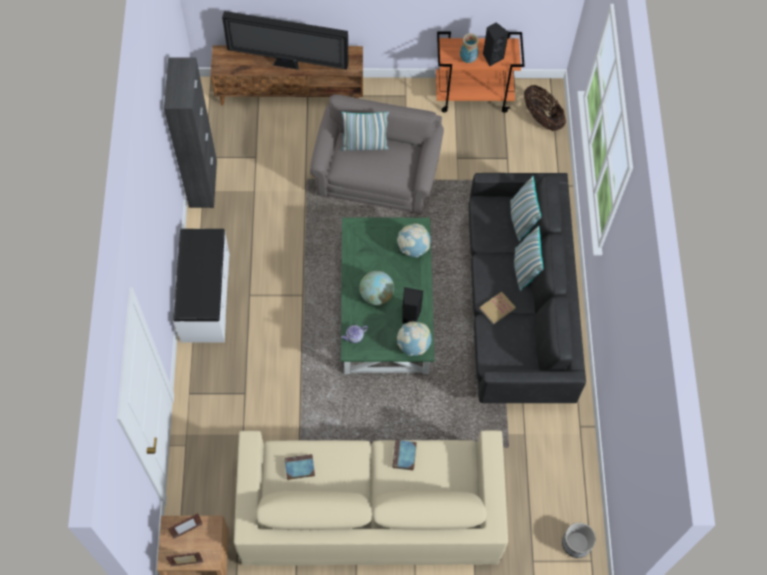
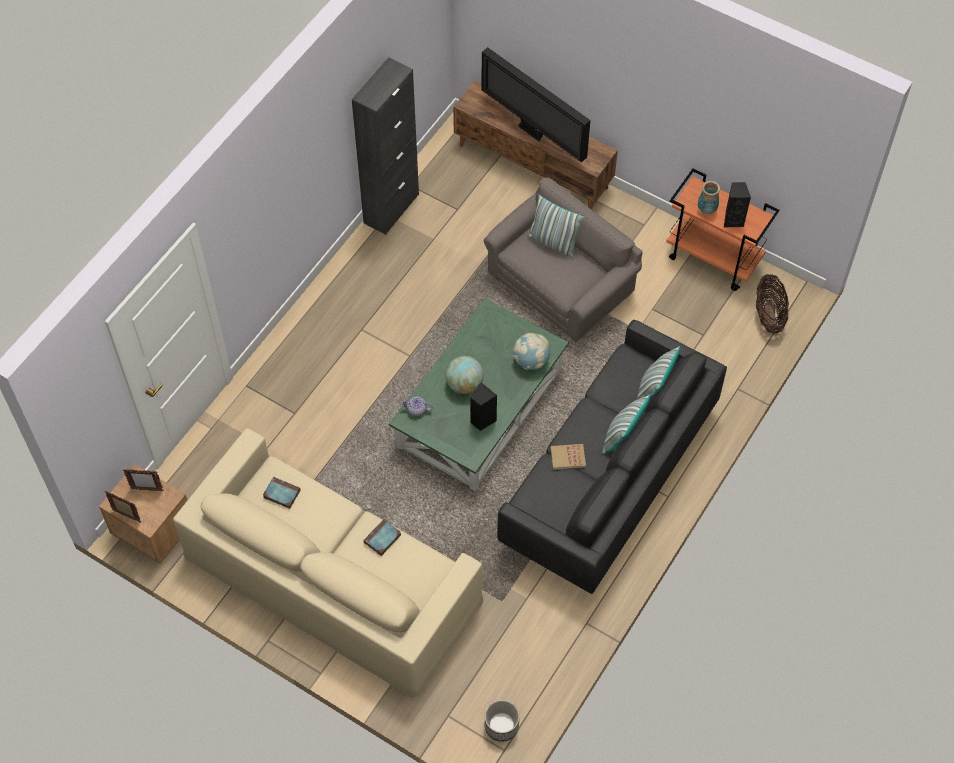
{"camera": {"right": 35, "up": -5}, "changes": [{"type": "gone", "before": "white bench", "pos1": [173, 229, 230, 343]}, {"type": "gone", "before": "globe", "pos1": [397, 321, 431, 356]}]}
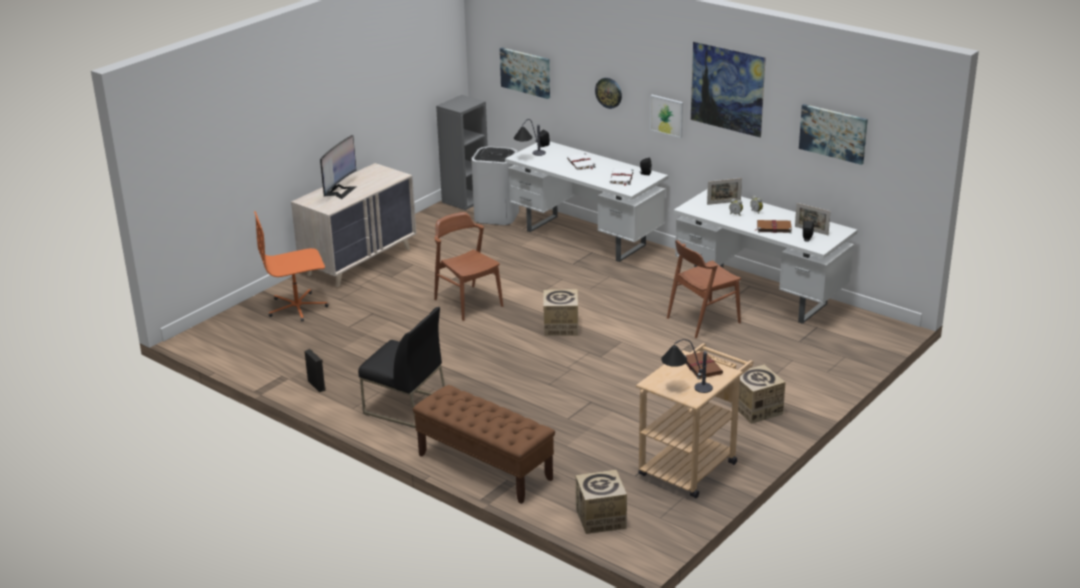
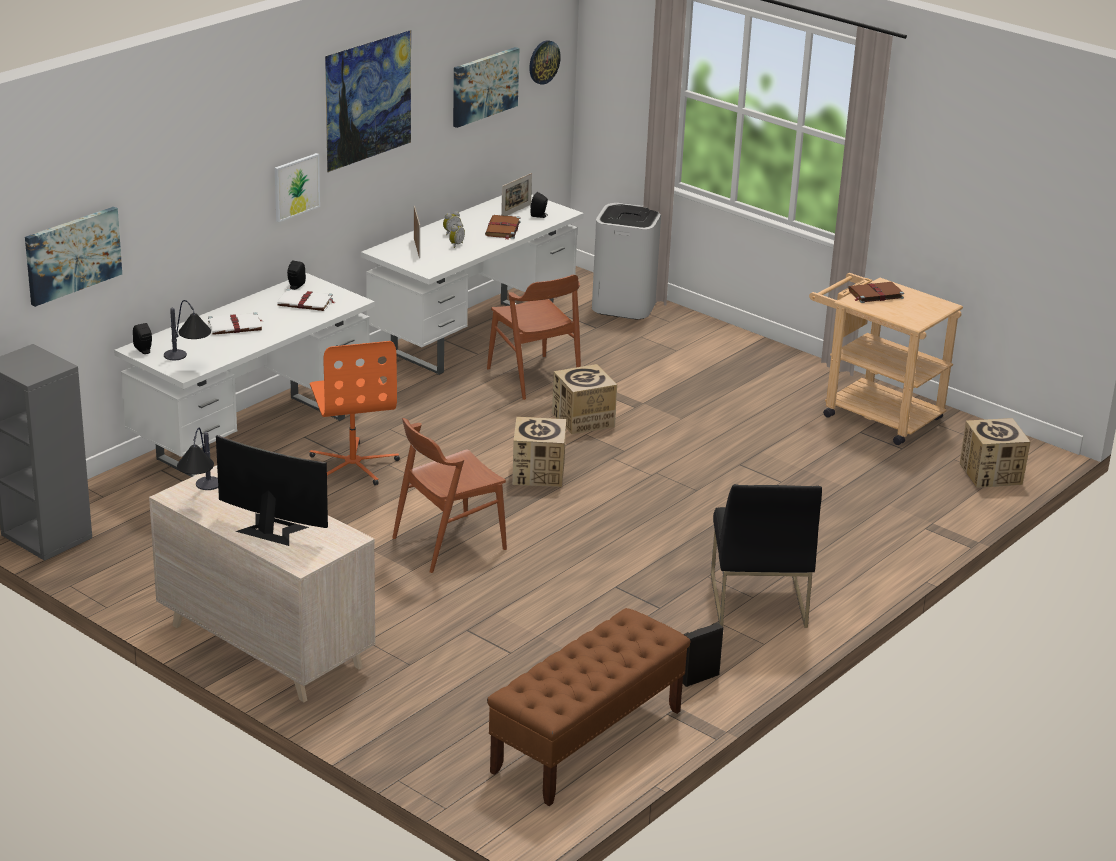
{"camera": {"right": -90, "up": 0}, "changes": [{"type": "shifted", "before": "orange office chair", "pos1": [254, 211, 329, 321], "pos2": [309, 341, 400, 485]}, {"type": "rotated", "before": "black chair", "pos1": [358, 307, 445, 428], "pos2": [711, 484, 822, 628], "turn": 150}, {"type": "shifted", "before": "brown bench", "pos1": [413, 385, 555, 504], "pos2": [487, 608, 690, 806]}, {"type": "shifted", "before": "white trash can", "pos1": [471, 146, 519, 225], "pos2": [592, 203, 661, 319]}, {"type": "shifted", "before": "wall clock", "pos1": [595, 78, 622, 109], "pos2": [529, 40, 561, 85]}, {"type": "shifted", "before": "table lamp", "pos1": [661, 339, 713, 393], "pos2": [177, 428, 218, 490]}, {"type": "shifted", "before": "cardboard box", "pos1": [738, 365, 786, 424], "pos2": [552, 364, 617, 434]}]}
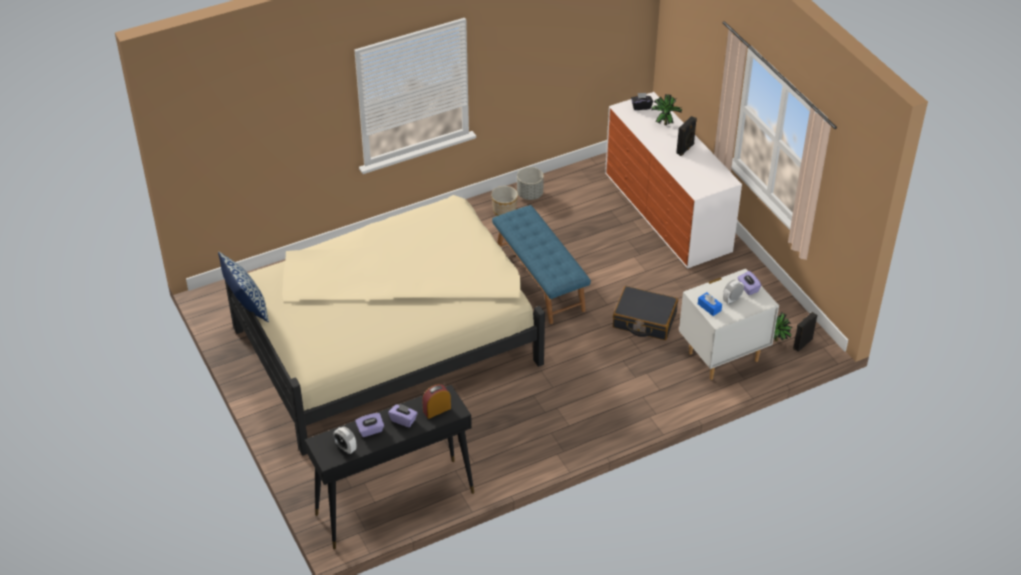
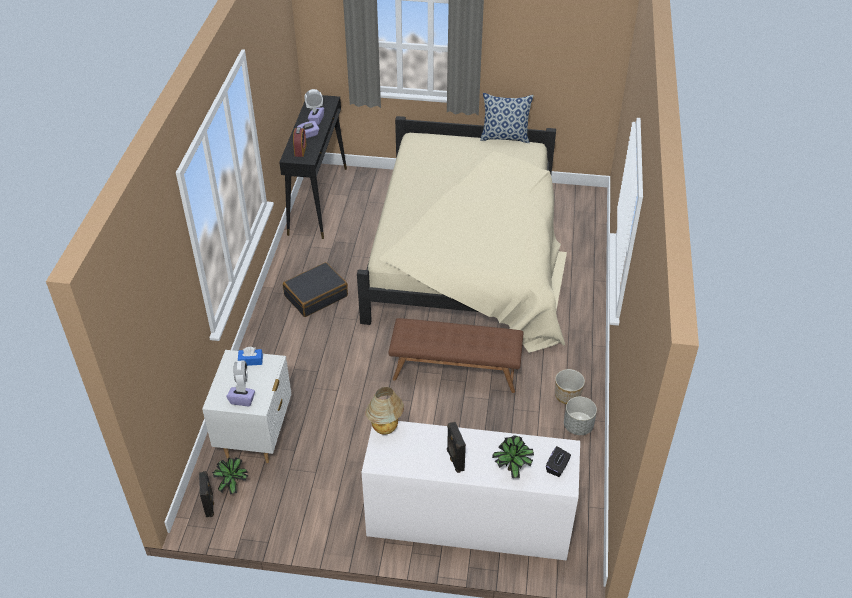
{"camera": {"right": 125, "up": 0}, "changes": [{"type": "repainted", "before": "blue bench", "after": "brown bench", "pos1": [492, 205, 591, 324], "pos2": [388, 318, 523, 393]}, {"type": "shifted", "before": "black suitcase", "pos1": [613, 286, 678, 340], "pos2": [283, 262, 348, 317]}, {"type": "new", "after": "table lamp", "pos2": [366, 387, 404, 434]}]}
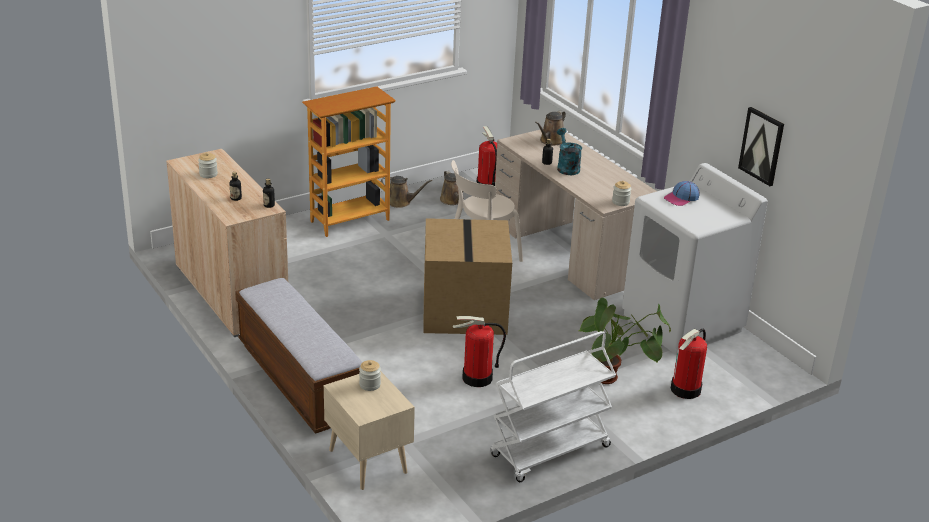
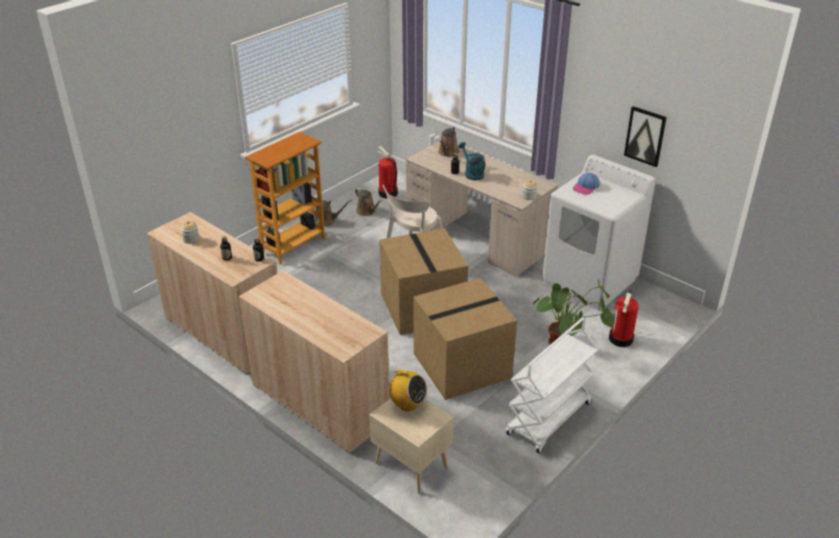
{"camera": {"right": -15, "up": 5}, "changes": [{"type": "swapped", "before": "bench", "after": "beige cabinet", "pos1": [235, 278, 363, 434], "pos2": [239, 271, 390, 454]}, {"type": "swapped", "before": "jar", "after": "radio", "pos1": [359, 360, 381, 391], "pos2": [385, 370, 427, 411]}, {"type": "swapped", "before": "fire extinguisher", "after": "cardboard box", "pos1": [453, 316, 506, 387], "pos2": [413, 278, 517, 400]}]}
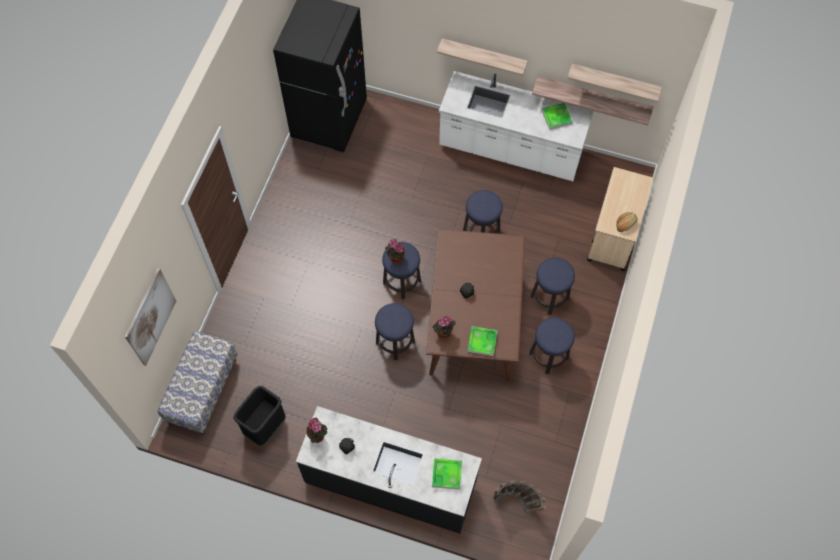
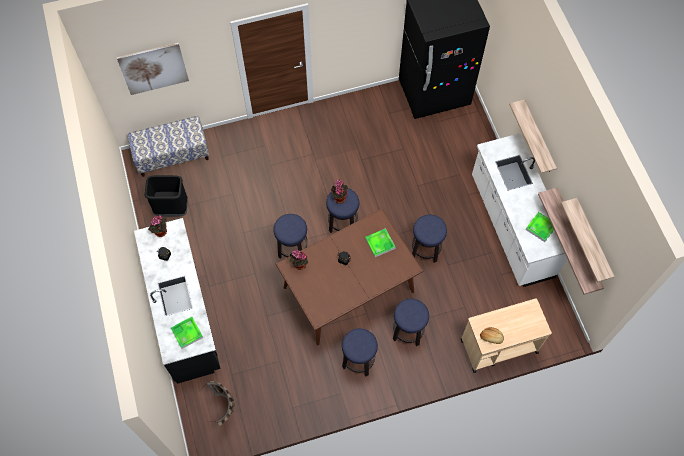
{"camera": {"right": 55, "up": 0}, "changes": [{"type": "shifted", "before": "tray", "pos1": [468, 326, 498, 356], "pos2": [365, 228, 395, 257]}]}
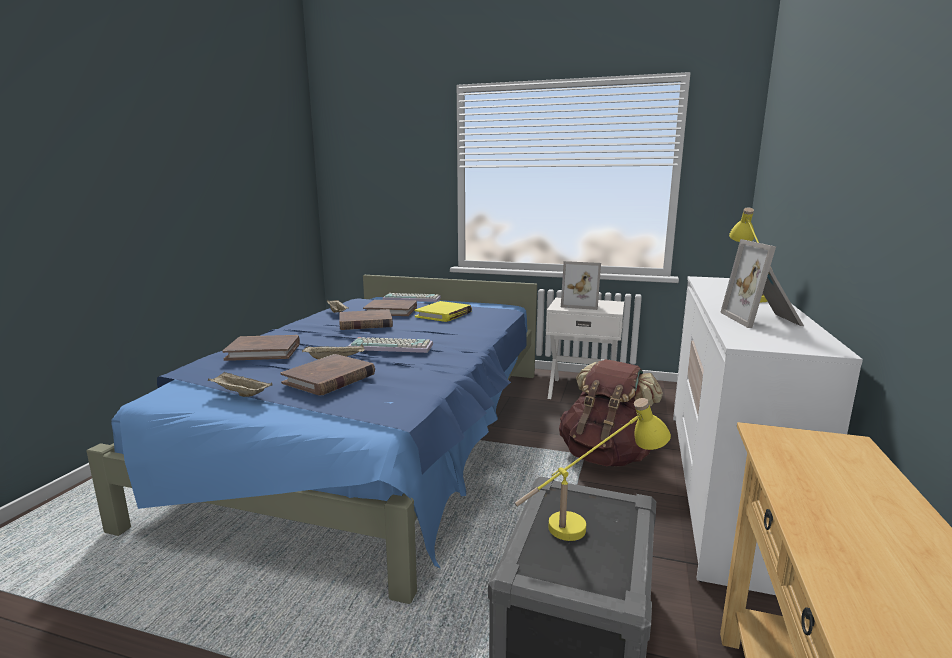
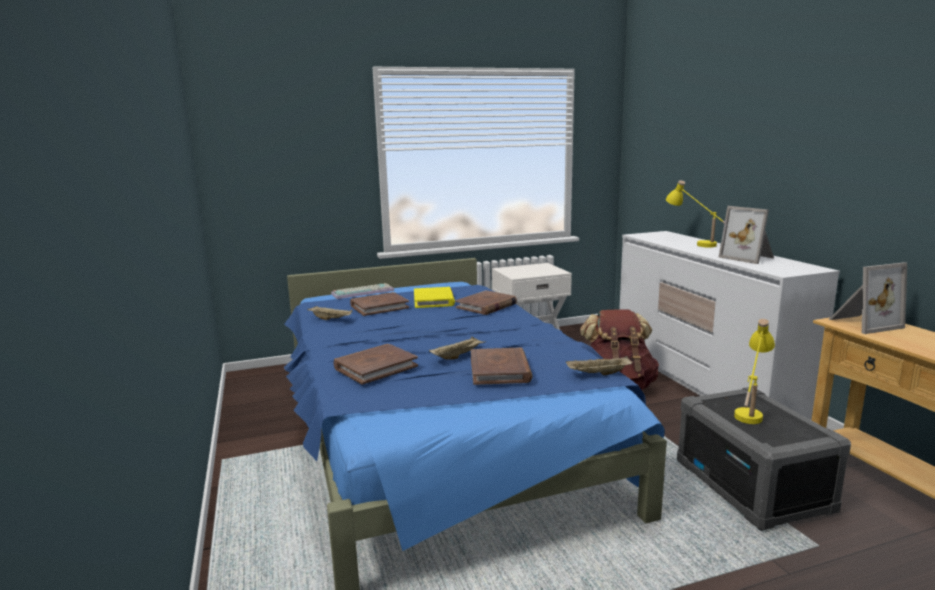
{"camera": {"right": -35, "up": 0}, "changes": [{"type": "shifted", "before": "beige tray", "pos1": [208, 372, 273, 397], "pos2": [566, 356, 633, 375]}, {"type": "shifted", "before": "brown book", "pos1": [339, 309, 393, 330], "pos2": [455, 290, 517, 315]}, {"type": "gone", "before": "keyboard", "pos1": [349, 337, 433, 353]}, {"type": "shifted", "before": "picture frame", "pos1": [561, 261, 601, 310], "pos2": [828, 262, 907, 334]}]}
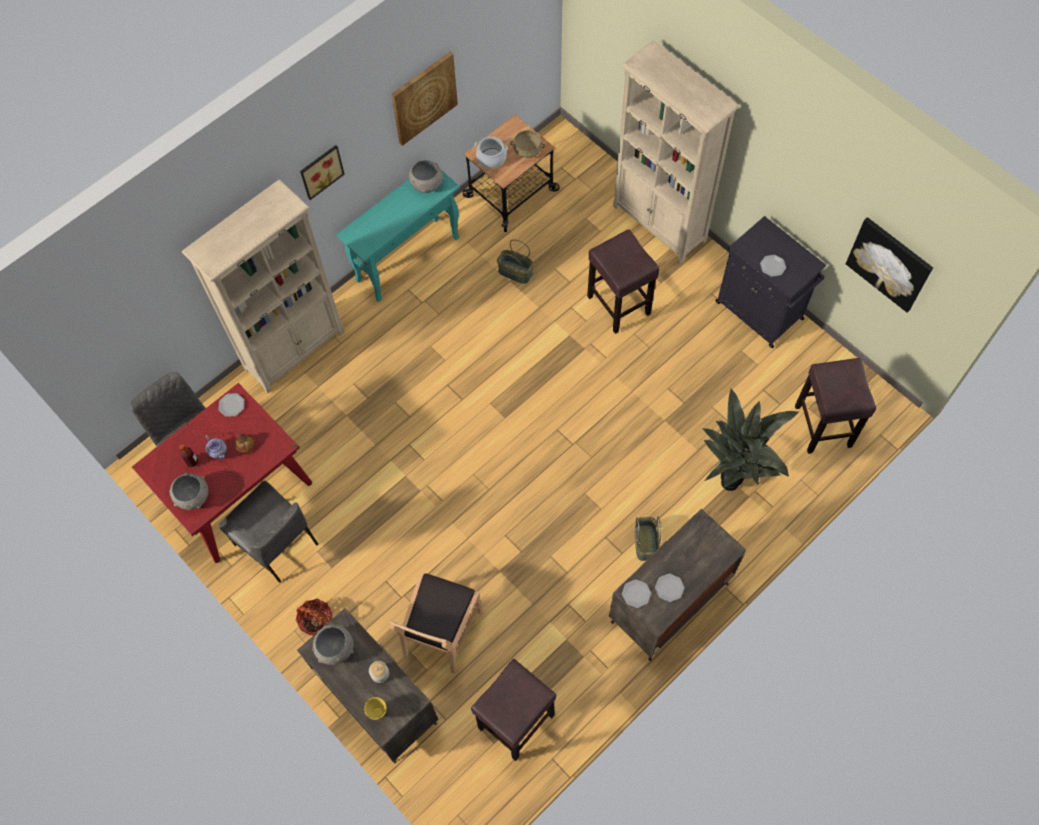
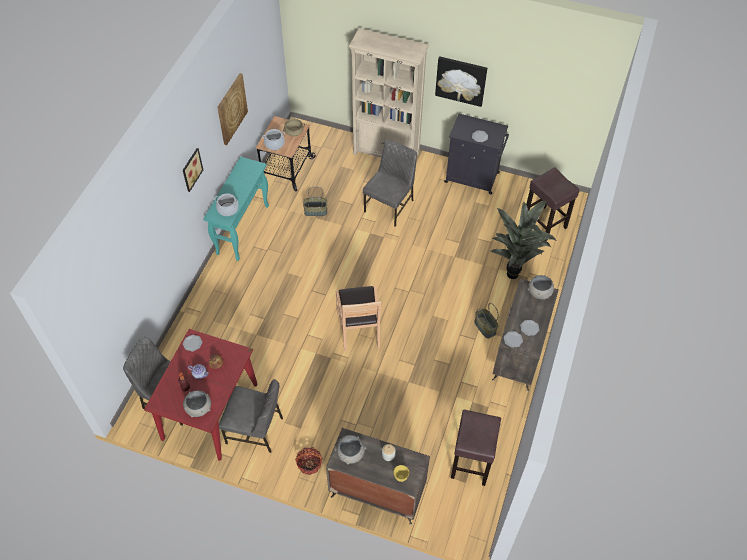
{"camera": {"right": -30, "up": -10}, "changes": [{"type": "gone", "before": "beige bookcase", "pos1": [182, 179, 344, 393]}, {"type": "shifted", "before": "brown chair", "pos1": [389, 572, 482, 674], "pos2": [336, 286, 381, 351]}, {"type": "shifted", "before": "grey bowl", "pos1": [409, 160, 444, 193], "pos2": [528, 275, 554, 299]}, {"type": "swapped", "before": "brown stool", "after": "grey chair", "pos1": [587, 229, 660, 334], "pos2": [363, 140, 417, 227]}, {"type": "shifted", "before": "picture", "pos1": [846, 217, 933, 312], "pos2": [435, 56, 488, 107]}, {"type": "new", "after": "cooking pot", "pos2": [214, 193, 239, 216]}]}
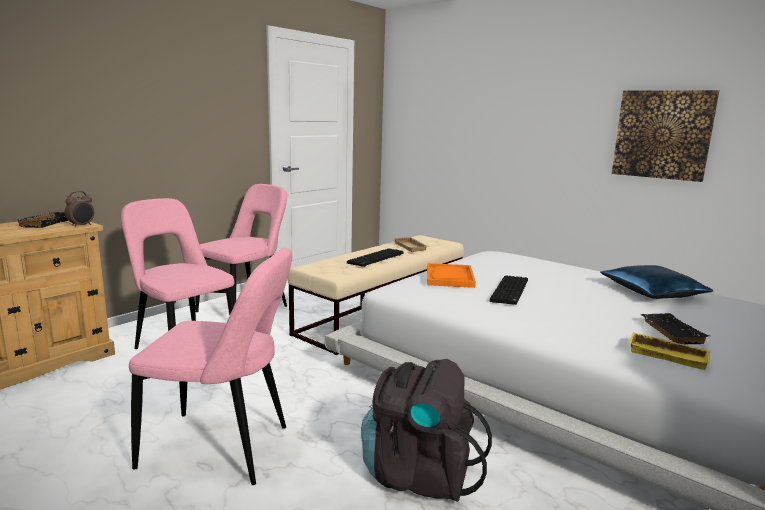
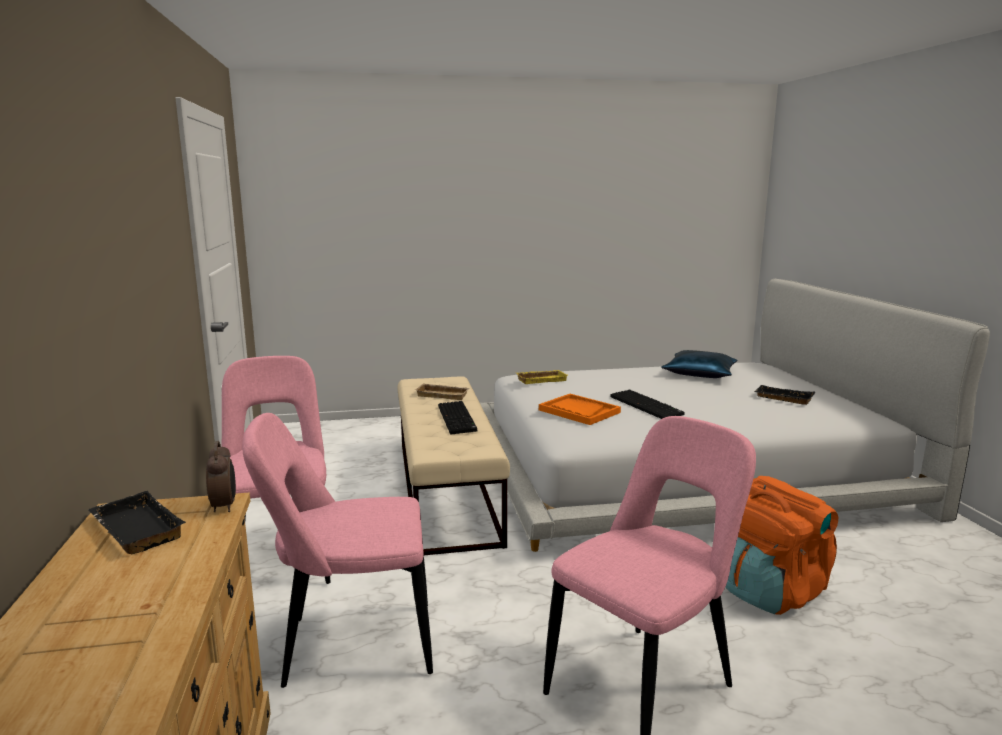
{"camera": {"right": -50, "up": 0}, "changes": [{"type": "repainted", "before": "black backpack", "after": "orange backpack", "pos1": [361, 359, 492, 502], "pos2": [726, 476, 838, 615]}, {"type": "gone", "before": "picture", "pos1": [612, 90, 719, 182]}, {"type": "shifted", "before": "yellow tray", "pos1": [628, 332, 710, 370], "pos2": [516, 370, 568, 384]}]}
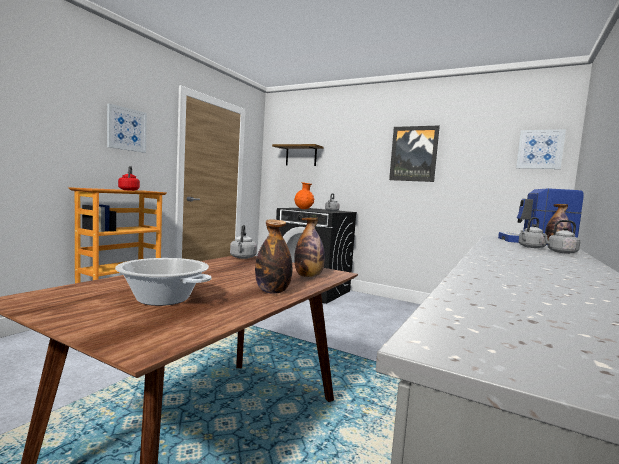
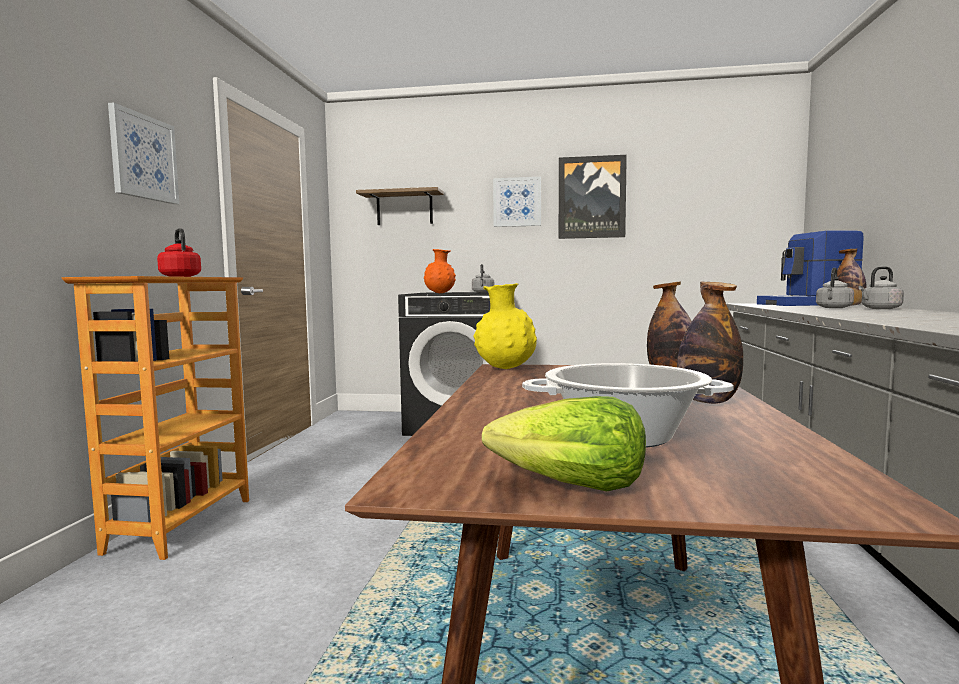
{"camera": {"right": -20, "up": 0}, "changes": [{"type": "swapped", "before": "grey kettle", "after": "yellow vase", "pos1": [230, 225, 257, 259], "pos2": [473, 283, 537, 369]}, {"type": "shifted", "before": "picture", "pos1": [516, 129, 566, 169], "pos2": [493, 177, 541, 227]}, {"type": "new", "after": "lettuce", "pos2": [482, 396, 646, 492]}]}
